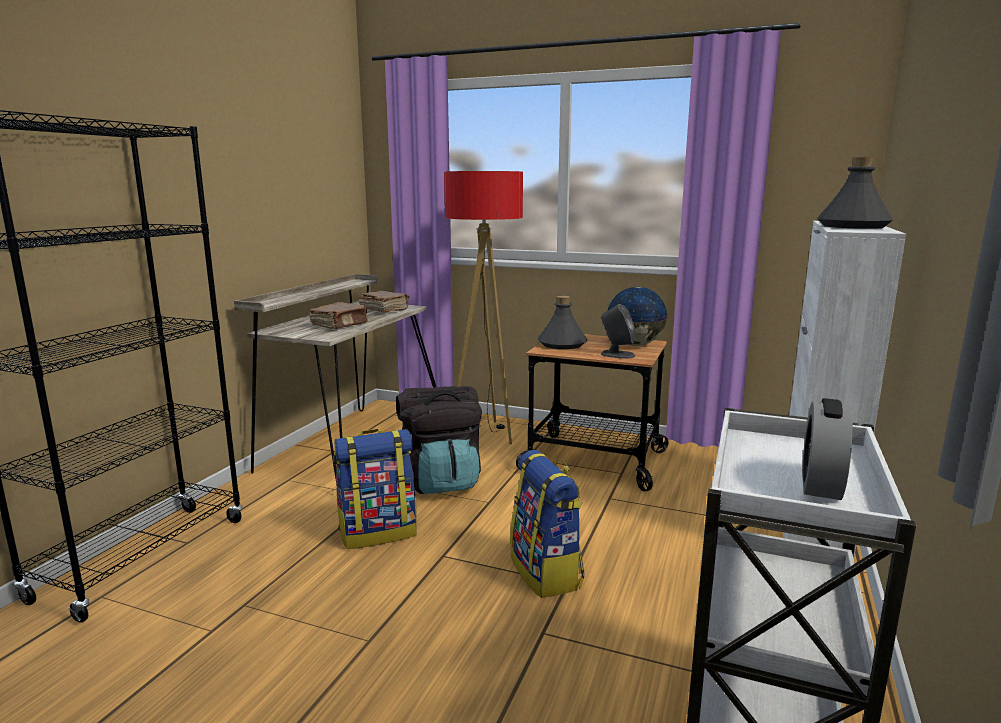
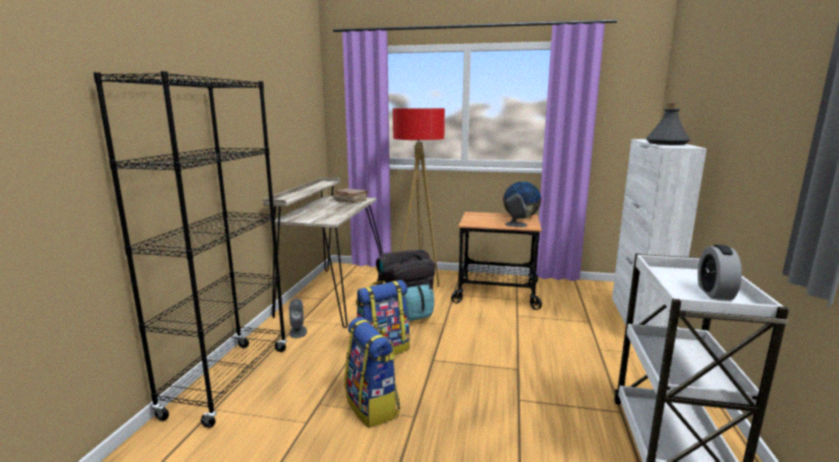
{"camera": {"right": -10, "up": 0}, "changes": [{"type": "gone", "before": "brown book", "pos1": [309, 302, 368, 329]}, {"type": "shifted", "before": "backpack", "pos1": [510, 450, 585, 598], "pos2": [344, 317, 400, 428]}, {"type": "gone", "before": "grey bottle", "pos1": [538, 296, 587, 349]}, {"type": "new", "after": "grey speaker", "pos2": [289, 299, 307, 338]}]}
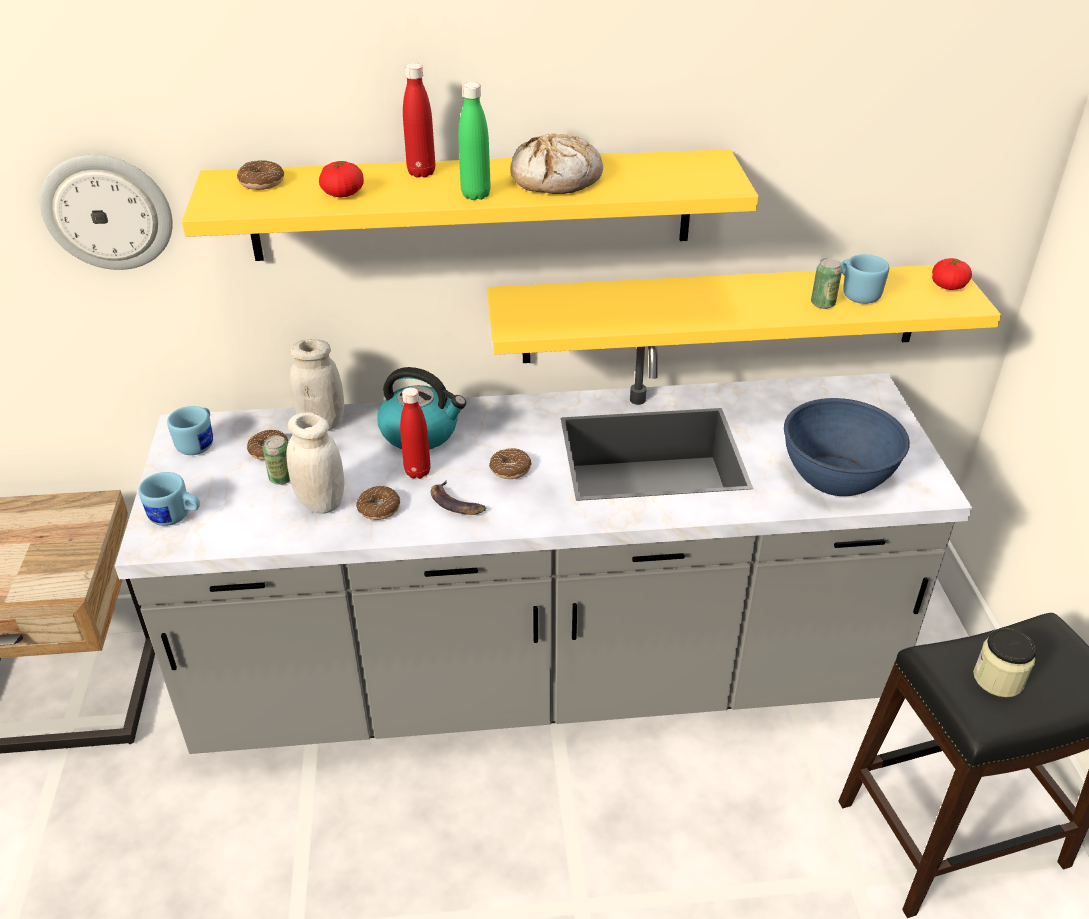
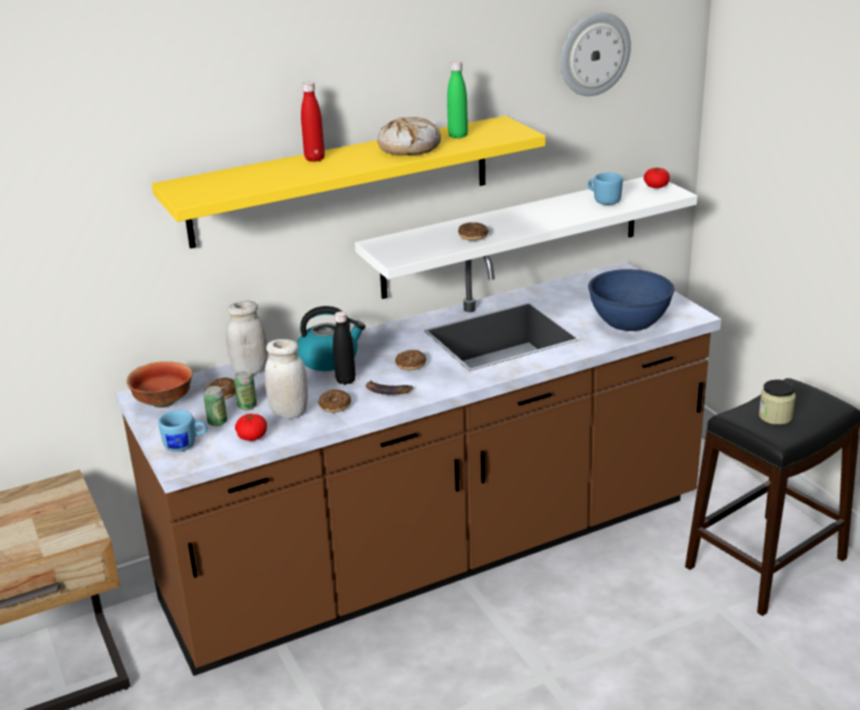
{"camera": {"right": -20, "up": -10}, "changes": [{"type": "shifted", "before": "wall clock", "pos1": [40, 155, 173, 270], "pos2": [560, 12, 631, 96]}, {"type": "repainted", "before": "grey counter", "after": "brown counter", "pos1": [115, 346, 972, 754], "pos2": [115, 255, 721, 676]}, {"type": "swapped", "before": "blue mug", "after": "bowl", "pos1": [167, 406, 213, 455], "pos2": [126, 361, 193, 408]}, {"type": "shifted", "before": "donut", "pos1": [237, 160, 284, 190], "pos2": [458, 222, 489, 241]}, {"type": "shifted", "before": "tomato", "pos1": [319, 161, 364, 197], "pos2": [235, 414, 267, 441]}, {"type": "repainted", "before": "red bottle", "after": "black bottle", "pos1": [400, 387, 431, 479], "pos2": [333, 311, 356, 385]}, {"type": "shifted", "before": "green bottle", "pos1": [458, 82, 491, 200], "pos2": [447, 61, 468, 139]}, {"type": "repainted", "before": "yellow shelf", "after": "white shelf", "pos1": [487, 265, 1001, 363], "pos2": [355, 177, 697, 299]}, {"type": "shifted", "before": "can", "pos1": [811, 258, 842, 309], "pos2": [204, 386, 227, 426]}]}
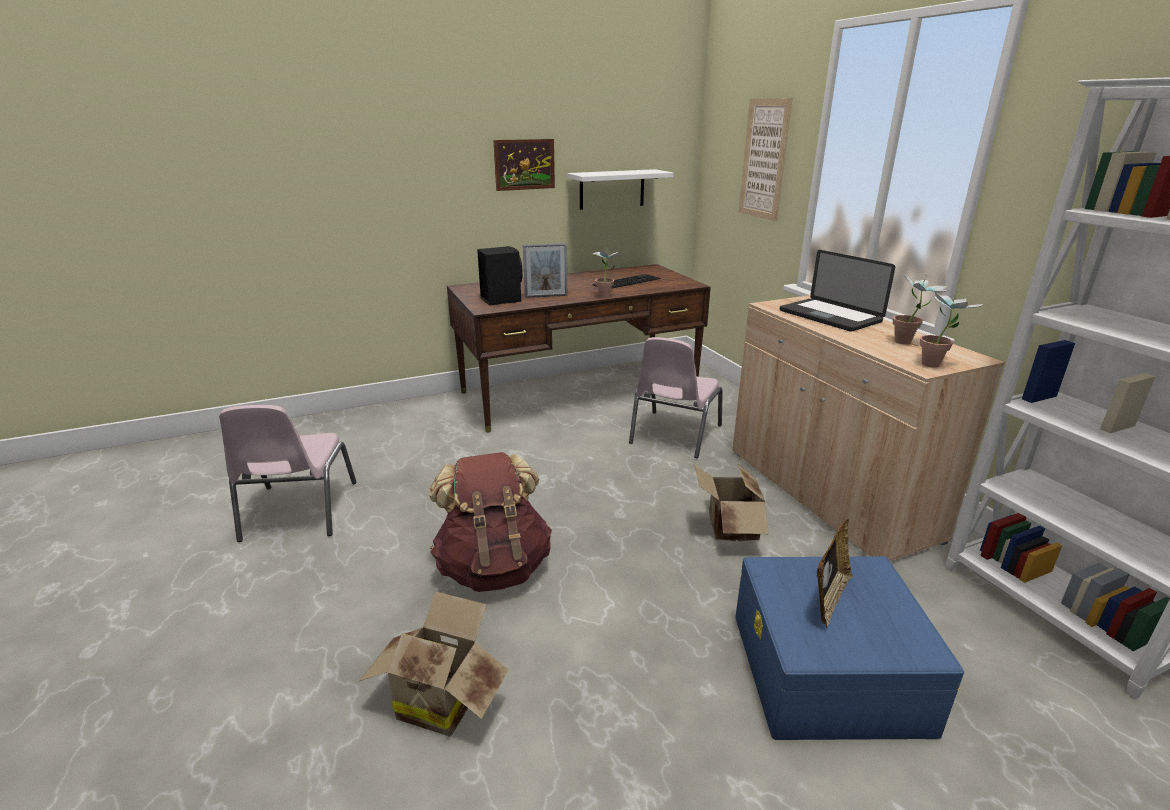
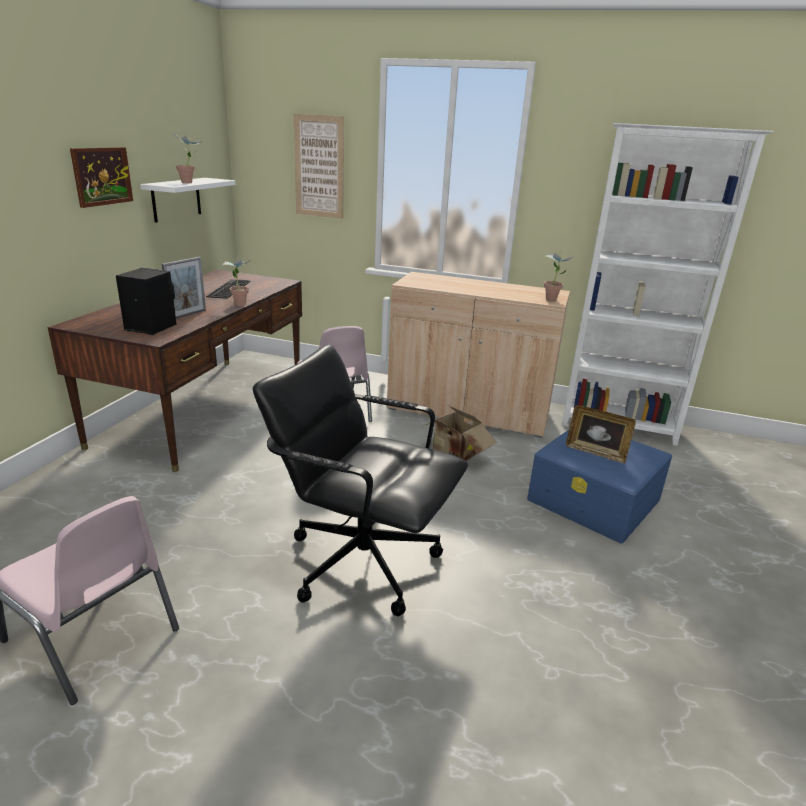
{"camera": {"right": -50, "up": 0}, "changes": [{"type": "gone", "before": "cardboard box", "pos1": [359, 591, 509, 737]}, {"type": "swapped", "before": "brown backpack", "after": "black office chair", "pos1": [429, 452, 552, 592], "pos2": [253, 344, 468, 616]}, {"type": "gone", "before": "laptop", "pos1": [780, 250, 895, 332]}, {"type": "rotated", "before": "picture frame", "pos1": [816, 519, 853, 628], "pos2": [566, 405, 636, 463], "turn": 135}, {"type": "shifted", "before": "potted plant", "pos1": [893, 273, 948, 344], "pos2": [173, 132, 203, 183]}]}
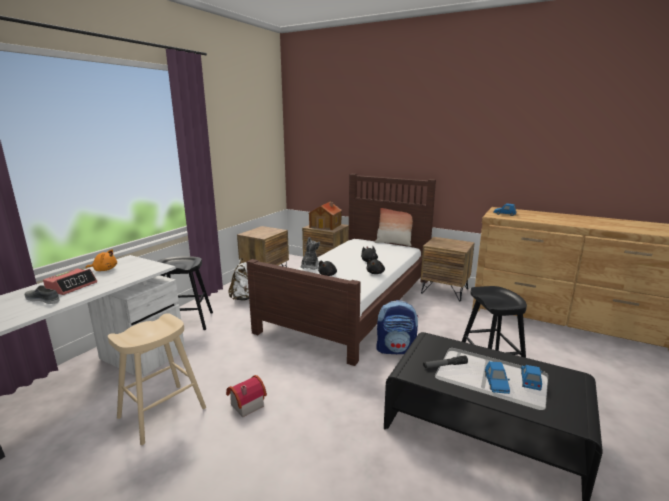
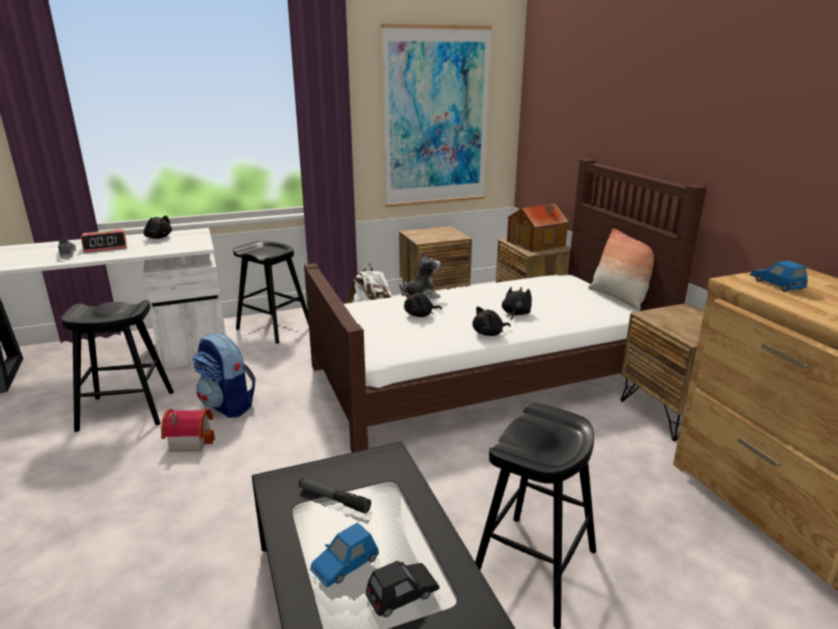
{"camera": {"right": 40, "up": 5}, "changes": [{"type": "repainted", "before": "orange plush toy", "after": "black plush toy", "pos1": [86, 250, 117, 271], "pos2": [143, 216, 172, 239]}, {"type": "repainted", "before": "beige stool", "after": "black stool", "pos1": [108, 313, 206, 445], "pos2": [61, 300, 174, 432]}, {"type": "shifted", "before": "backpack", "pos1": [376, 300, 418, 354], "pos2": [192, 333, 255, 418]}, {"type": "repainted", "before": "blue toy car", "after": "black toy car", "pos1": [521, 365, 543, 391], "pos2": [366, 561, 440, 617]}, {"type": "new", "after": "picture", "pos2": [381, 24, 492, 207]}]}
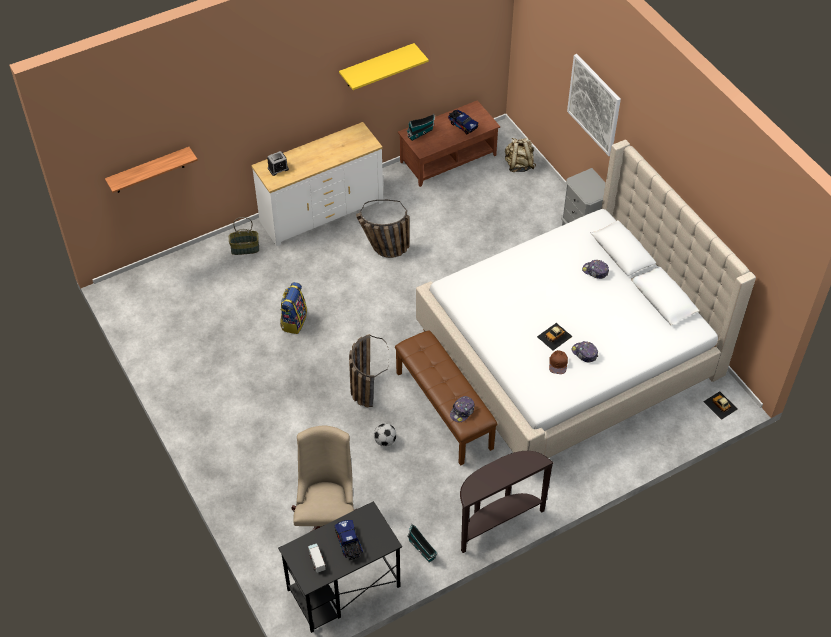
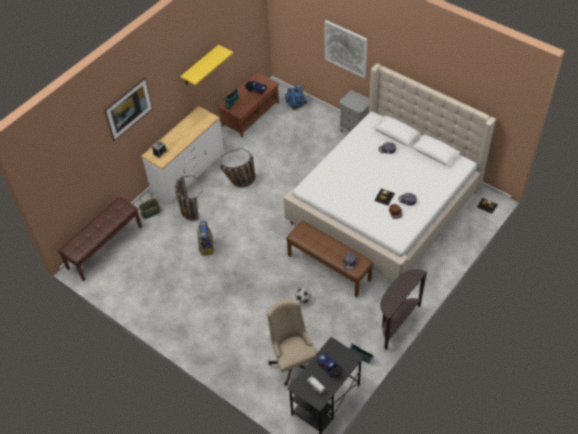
{"camera": {"right": -20, "up": 0}, "changes": [{"type": "gone", "before": "shelf", "pos1": [105, 147, 198, 193]}, {"type": "shifted", "before": "basket", "pos1": [349, 334, 389, 408], "pos2": [175, 175, 203, 221]}, {"type": "repainted", "before": "beige backpack", "after": "blue backpack", "pos1": [505, 138, 536, 172], "pos2": [285, 85, 307, 110]}, {"type": "new", "after": "brown bench", "pos2": [59, 197, 142, 281]}, {"type": "new", "after": "picture", "pos2": [105, 78, 153, 141]}]}
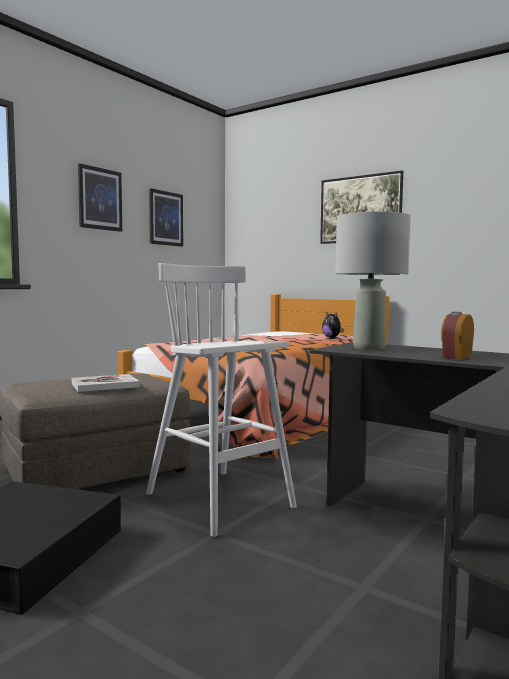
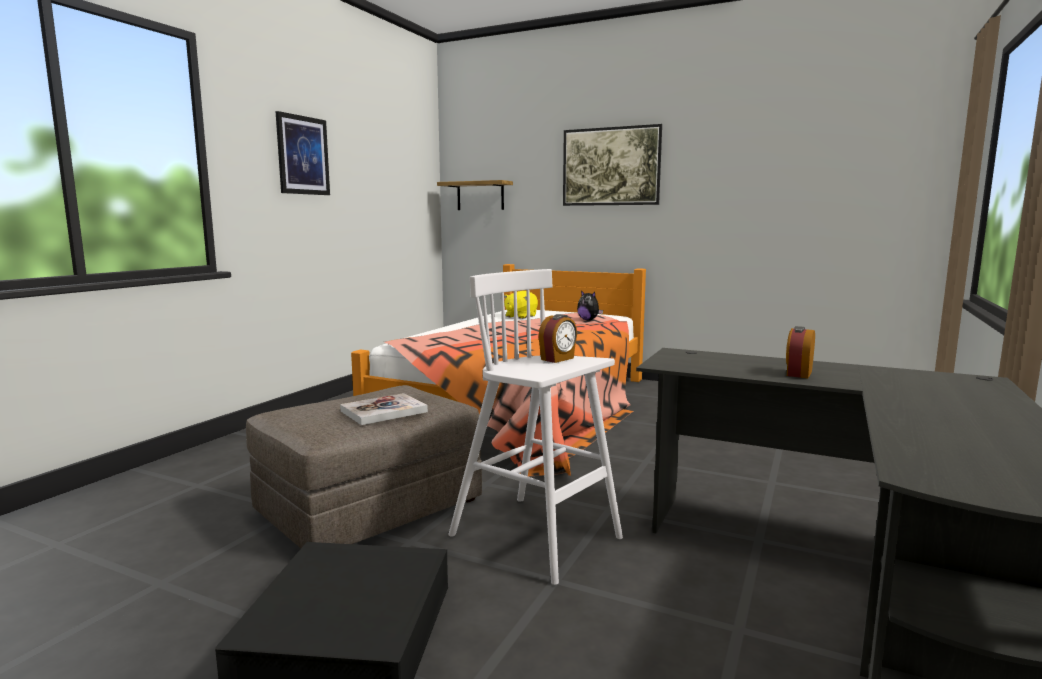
{"camera": {"right": -10, "up": 5}, "changes": [{"type": "gone", "before": "picture", "pos1": [149, 188, 183, 247]}, {"type": "gone", "before": "grey table lamp", "pos1": [335, 211, 411, 350]}, {"type": "new", "after": "shelf", "pos2": [437, 180, 513, 210]}, {"type": "new", "after": "yellow plush toy", "pos2": [504, 291, 538, 319]}, {"type": "new", "after": "alarm clock", "pos2": [538, 314, 577, 363]}]}
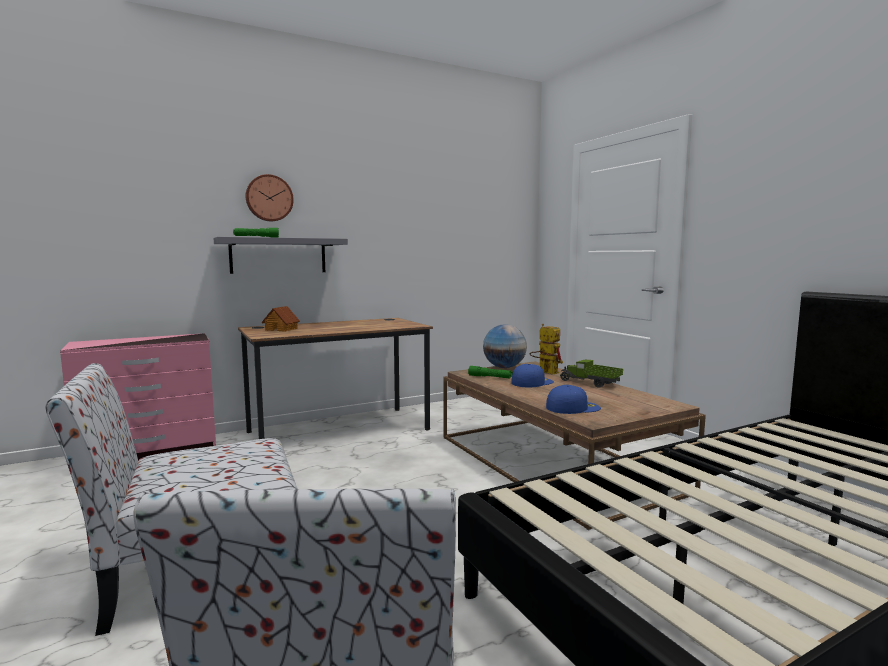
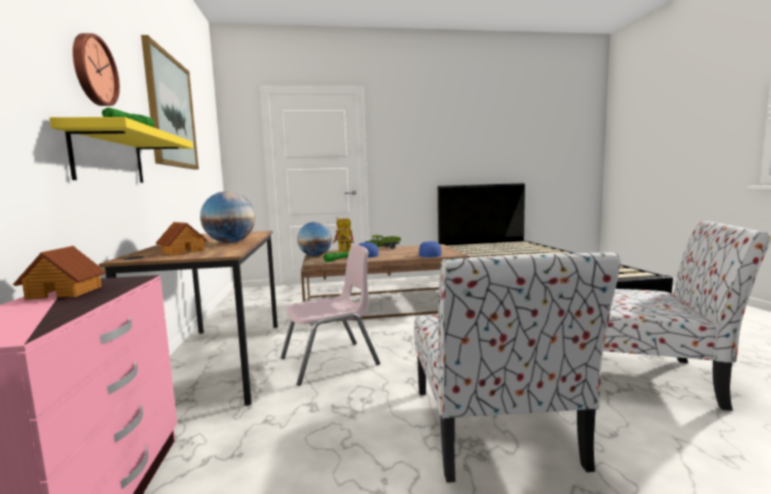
{"camera": {"right": -70, "up": 0}, "changes": [{"type": "repainted", "before": "grey shelf", "after": "yellow shelf", "pos1": [214, 237, 348, 274], "pos2": [49, 117, 193, 183]}, {"type": "new", "after": "toy house", "pos2": [13, 246, 106, 300]}, {"type": "new", "after": "picture", "pos2": [141, 35, 199, 169]}, {"type": "new", "after": "globe", "pos2": [200, 191, 255, 243]}, {"type": "new", "after": "pink chair", "pos2": [281, 245, 380, 386]}]}
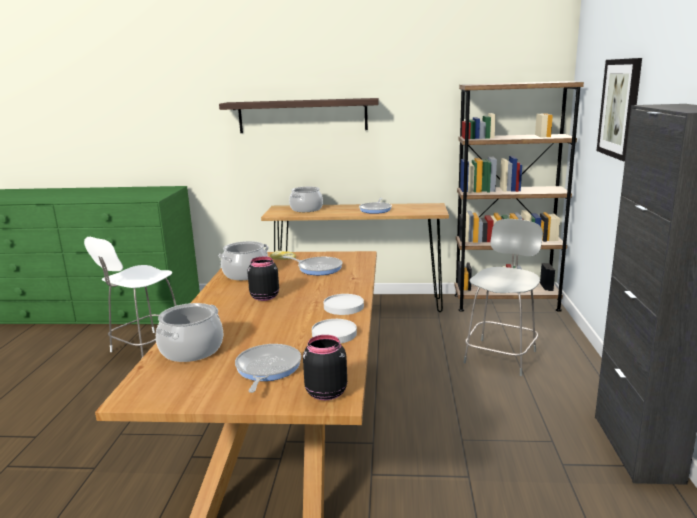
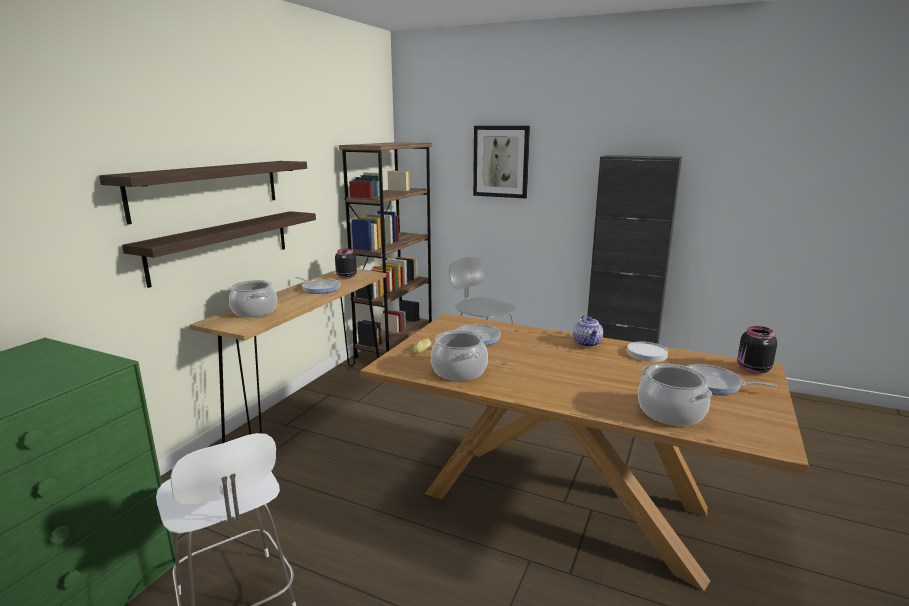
{"camera": {"right": -70, "up": 0}, "changes": [{"type": "shifted", "before": "black jar", "pos1": [247, 256, 279, 301], "pos2": [335, 248, 357, 279]}, {"type": "swapped", "before": "white plate", "after": "teapot", "pos1": [324, 294, 364, 315], "pos2": [573, 315, 603, 347]}, {"type": "new", "after": "shelf", "pos2": [122, 211, 316, 288]}]}
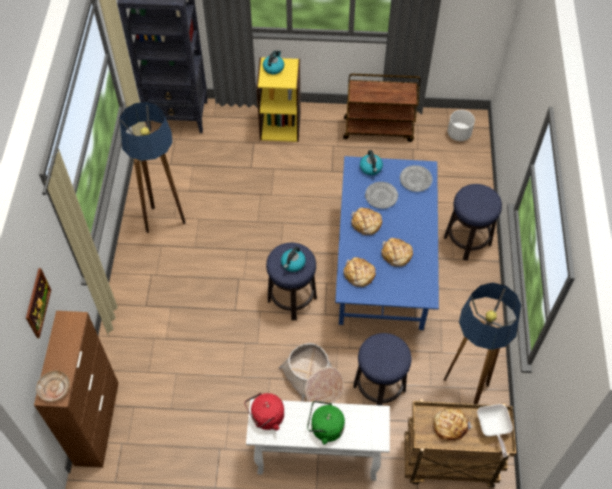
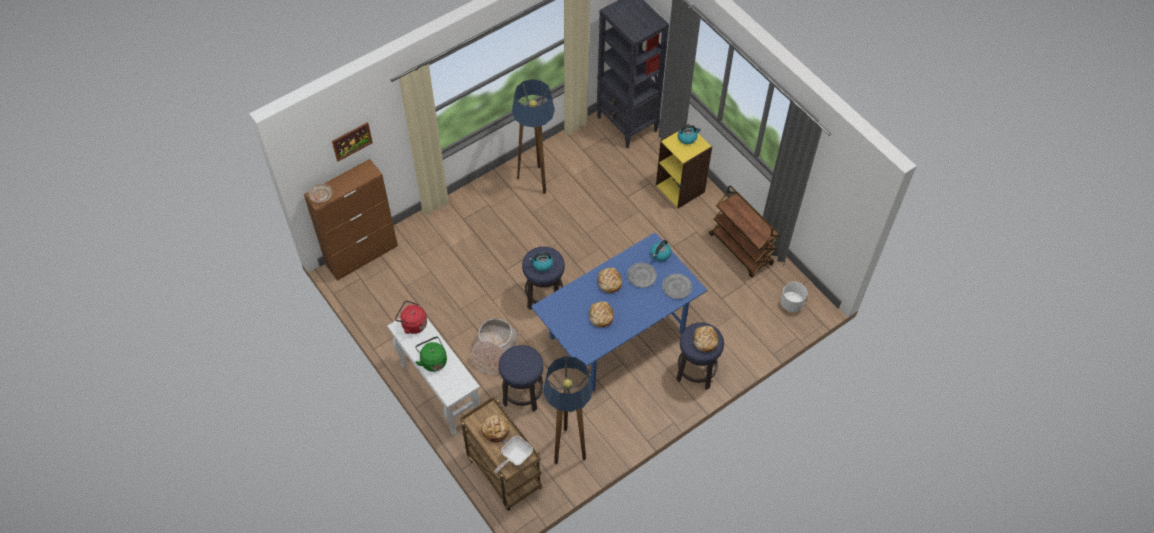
{"camera": {"right": 50, "up": 0}, "changes": [{"type": "shifted", "before": "bread", "pos1": [344, 257, 376, 287], "pos2": [693, 326, 718, 352]}]}
